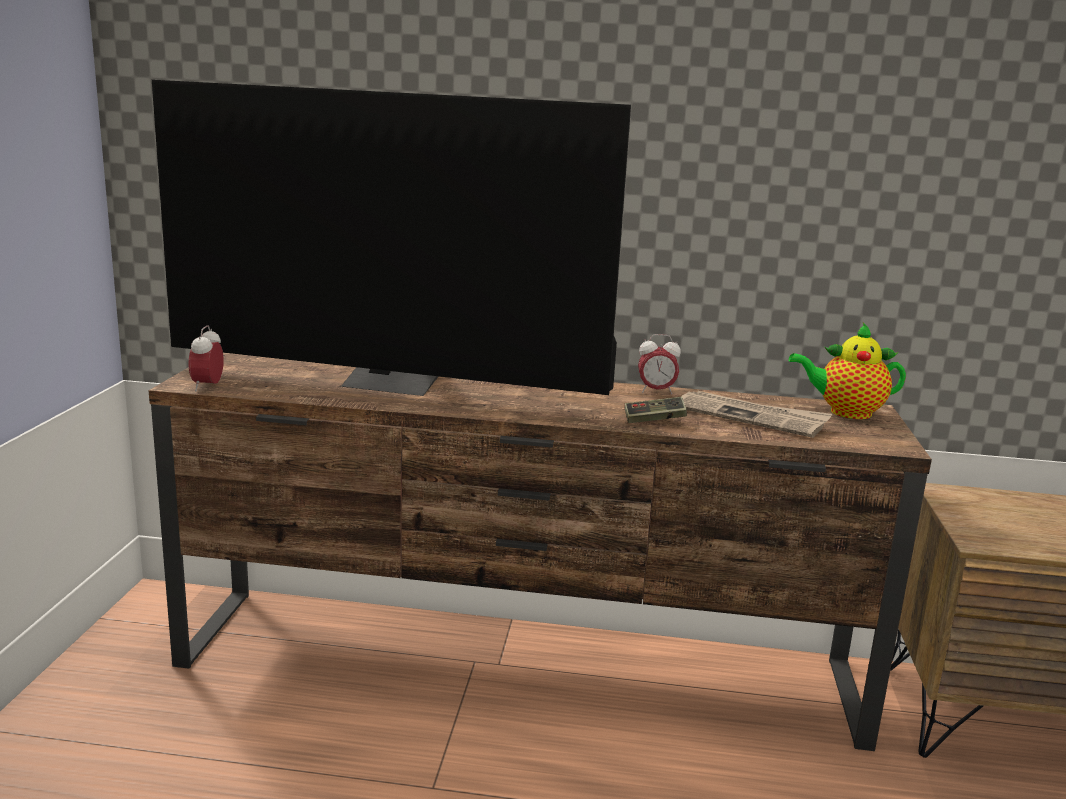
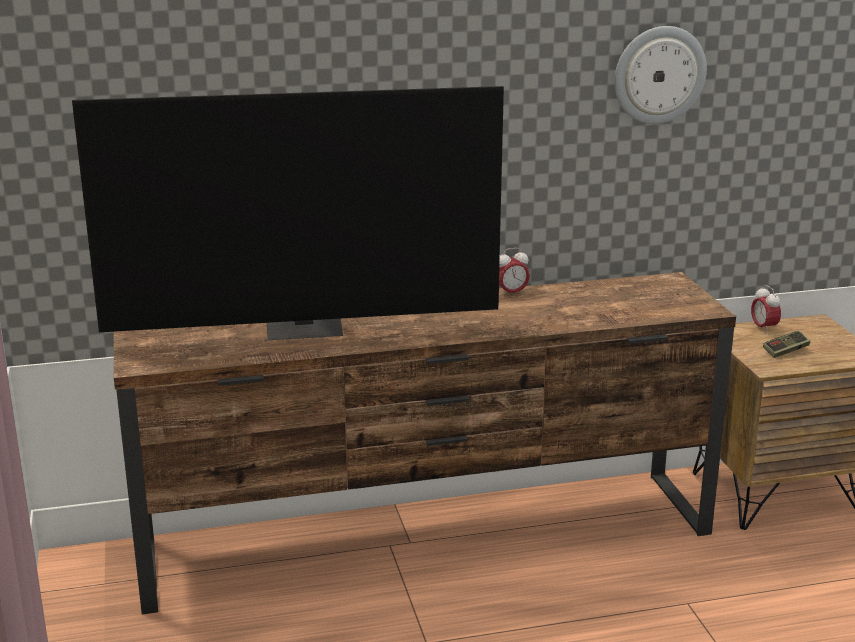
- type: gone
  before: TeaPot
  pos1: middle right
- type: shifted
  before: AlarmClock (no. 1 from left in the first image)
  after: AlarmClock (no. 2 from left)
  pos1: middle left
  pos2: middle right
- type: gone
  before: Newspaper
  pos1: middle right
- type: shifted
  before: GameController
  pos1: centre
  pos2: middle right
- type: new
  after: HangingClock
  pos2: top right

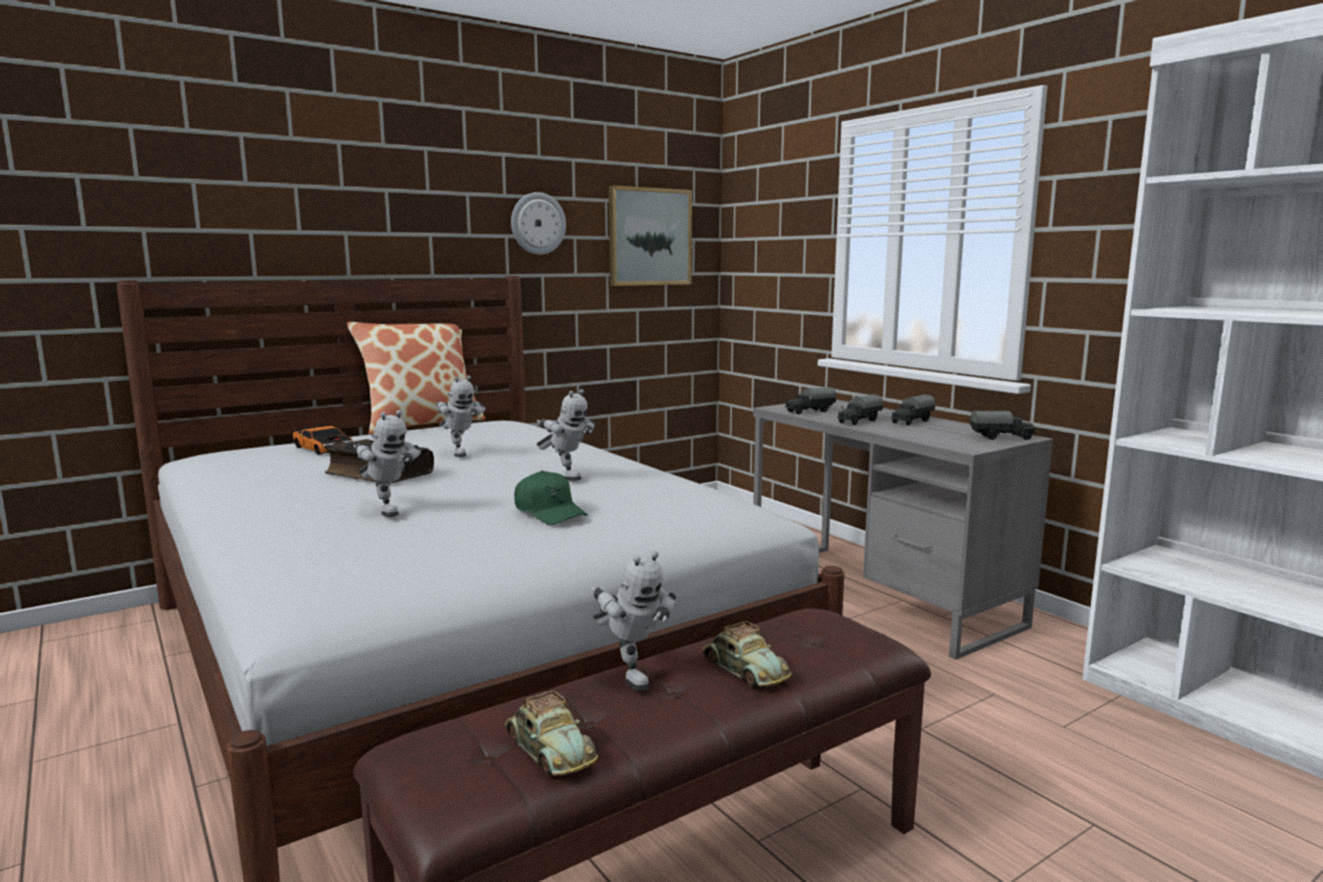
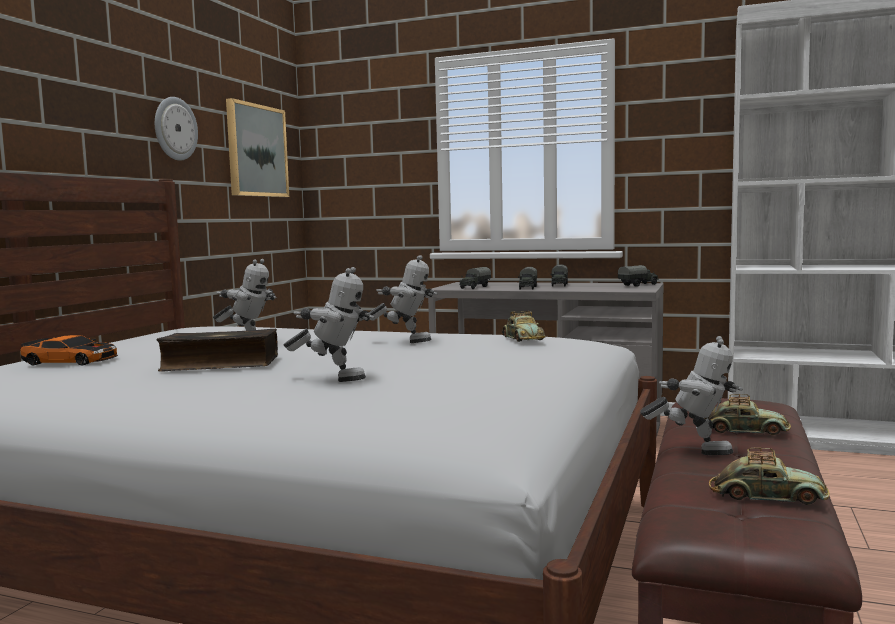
- type: gone
  before: ThrowPillow
  pos1: middle left
- type: gone
  before: GreenBaseballCap
  pos1: centre
- type: new
  after: ToyCar (no. 2 from left)
  pos2: centre

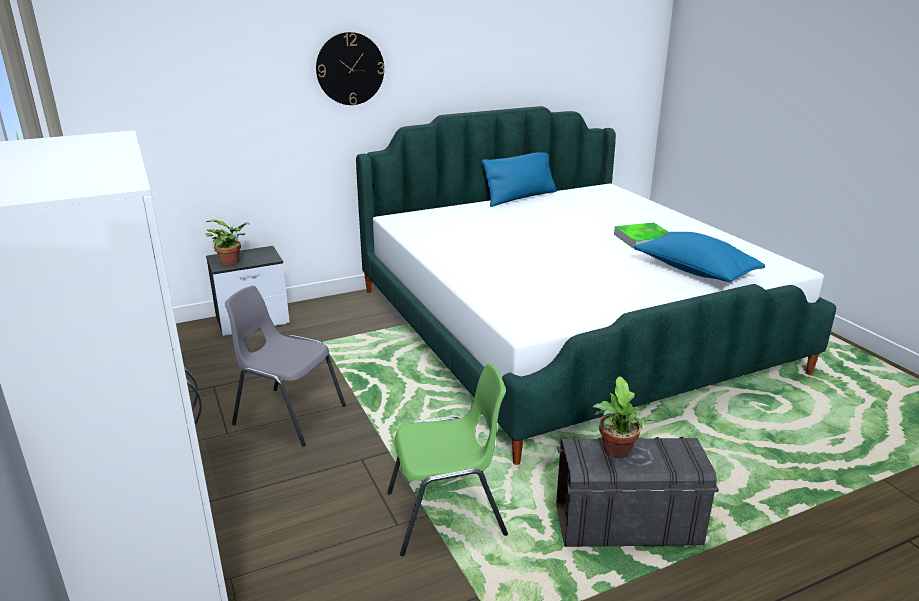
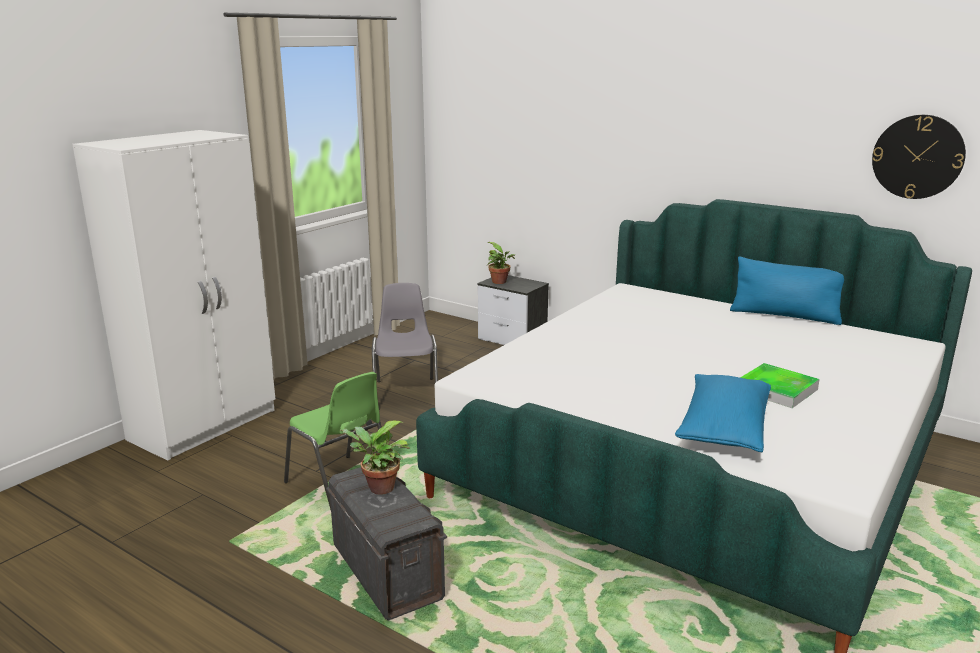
- type: shifted
  before: HangingClock
  pos1: top centre
  pos2: top right

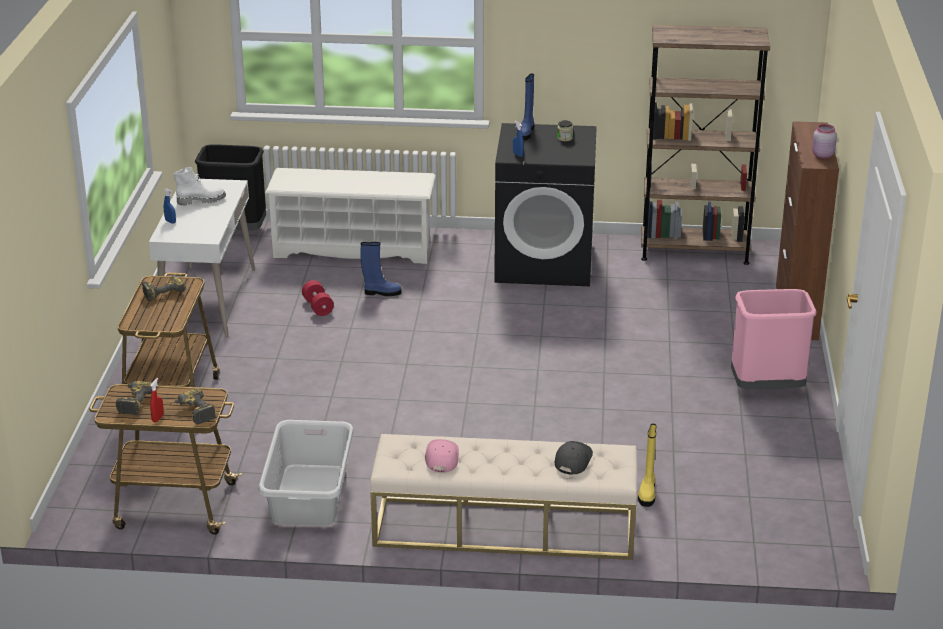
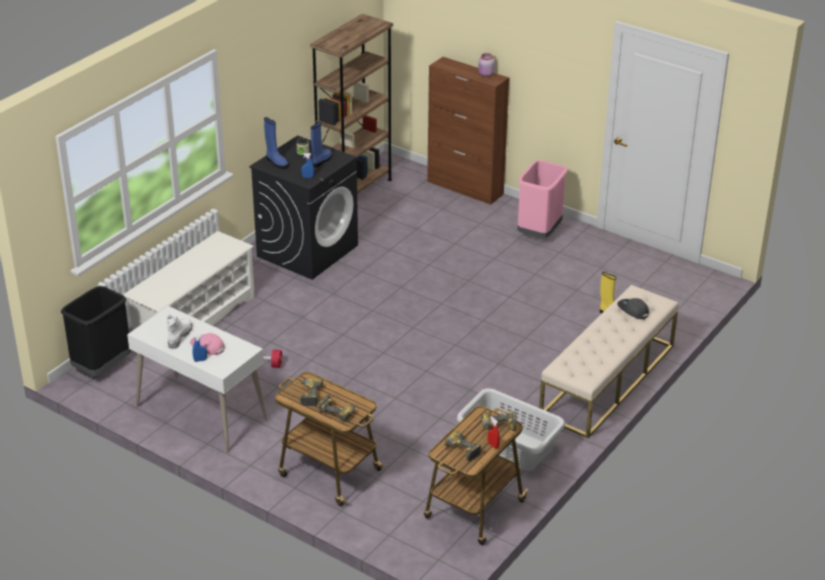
- type: shifted
  before: BlueHighTopBoot (no. 1 from left in the first image)
  after: BlueHighTopBoot (no. 2 from left)
  pos1: centre
  pos2: top centre
- type: shifted
  before: PinkBaseballCap
  pos1: bottom centre
  pos2: middle left
- type: new
  after: PowerDrill (no. 2 from left)
  pos2: bottom centre

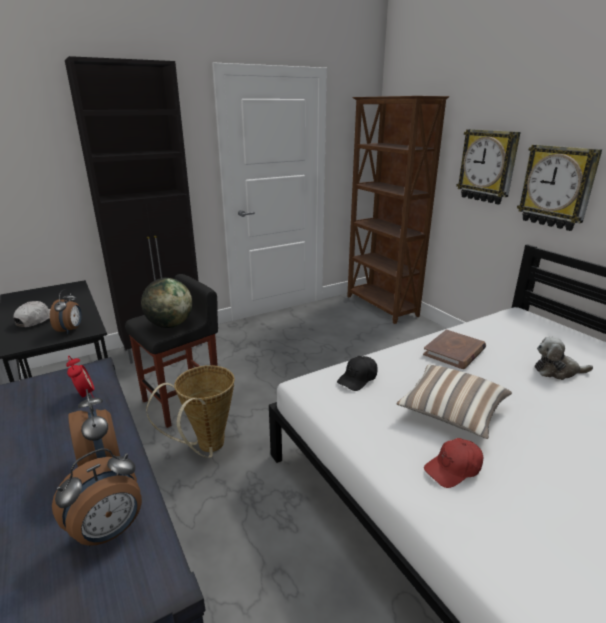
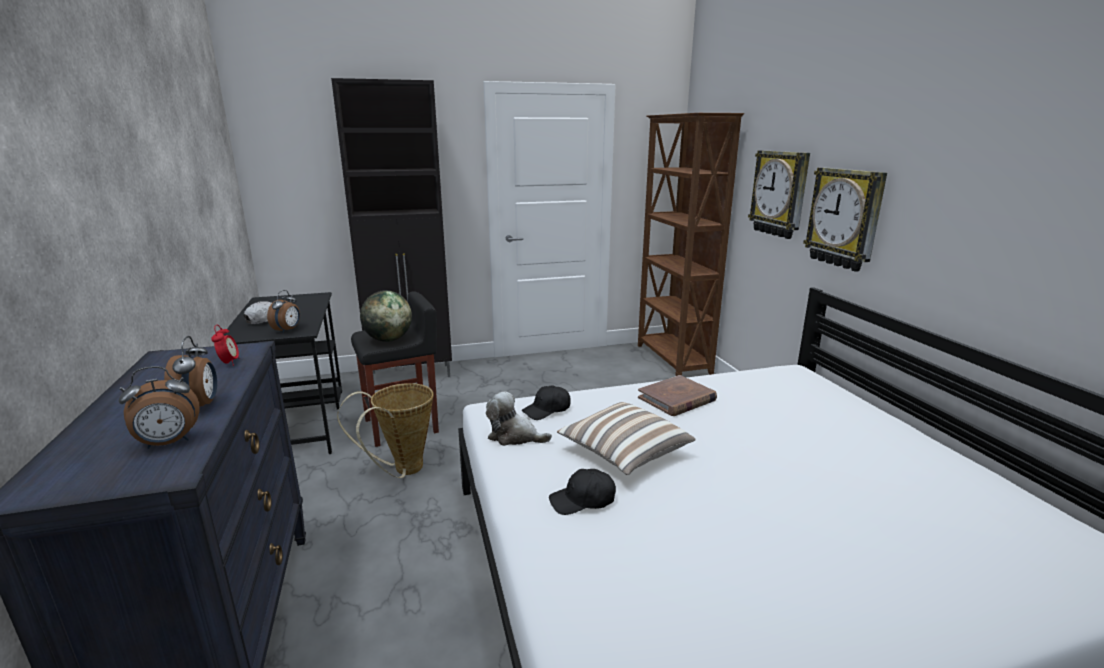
- type: shifted
  before: CuddlyToy
  pos1: middle right
  pos2: centre
- type: repainted
  before: ReddishBaseballCap
  after: BlackColouredBaseballCap (no. 2 from left)
  pos1: bottom right
  pos2: bottom centre

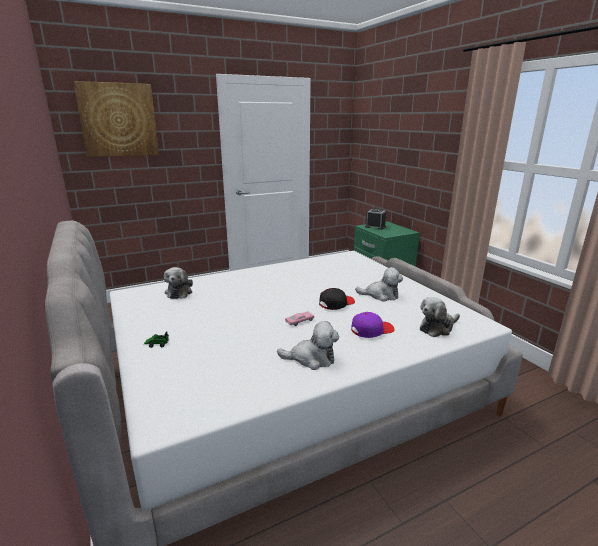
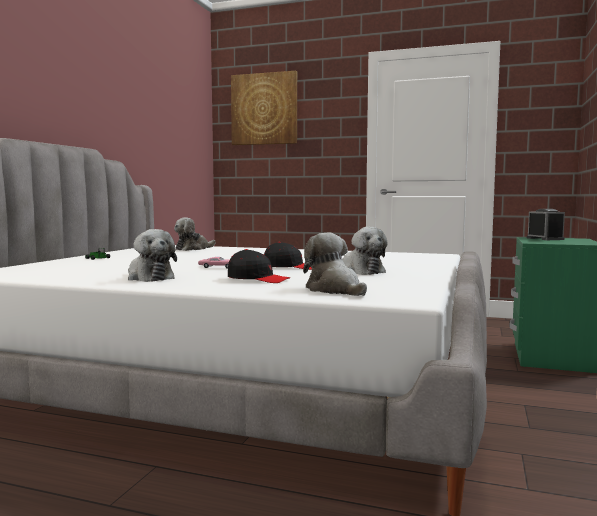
- type: rotated
  before: CuddlyToy (no. 4 from left in the first image)
  pos1: middle right
  pos2: centre
  turn: 45
- type: repainted
  before: PurplishBaseballCap
  after: BlackColouredBaseballCap (no. 1 from left)
  pos1: centre
  pos2: centre

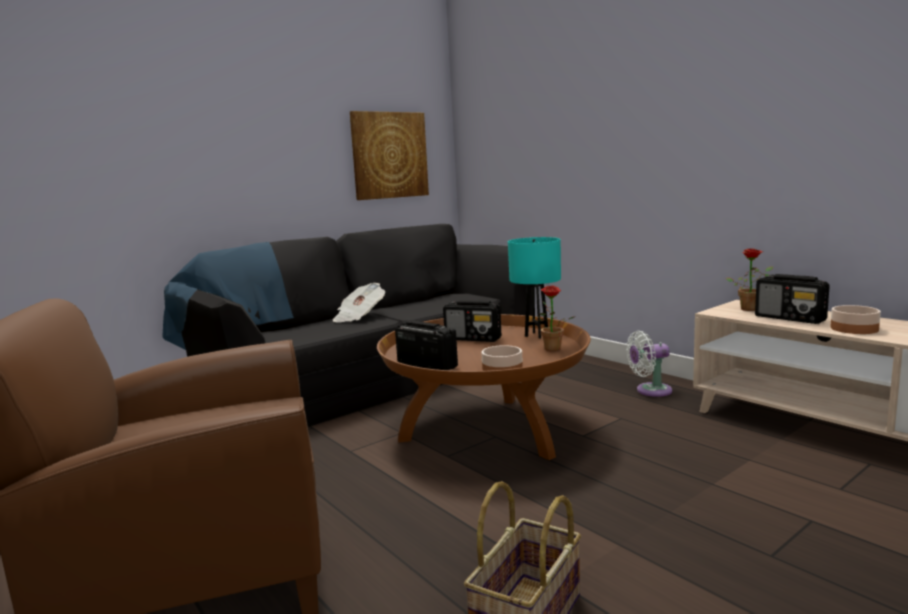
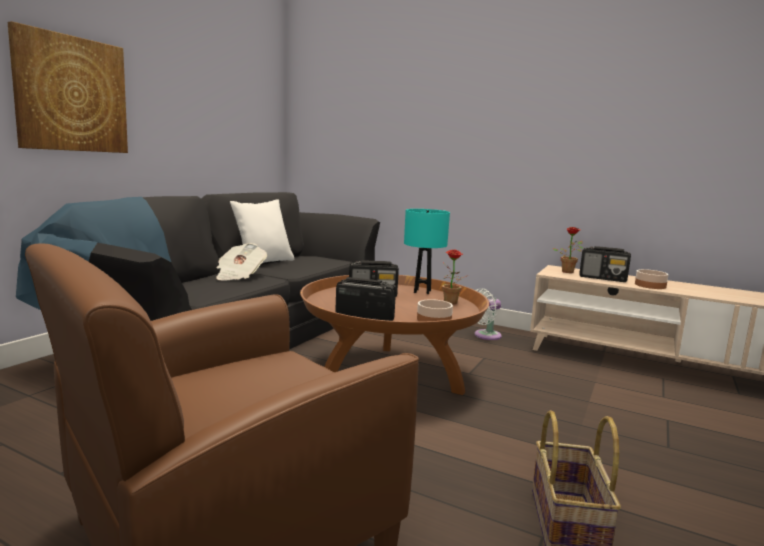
- type: shifted
  before: WallPicture
  pos1: top centre
  pos2: top left
- type: new
  after: WhitishThrowPillow
  pos2: centre

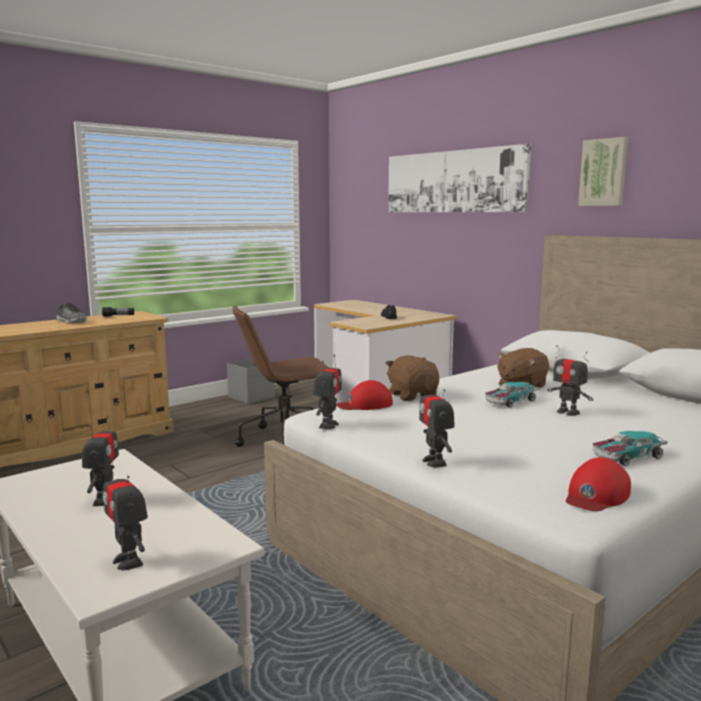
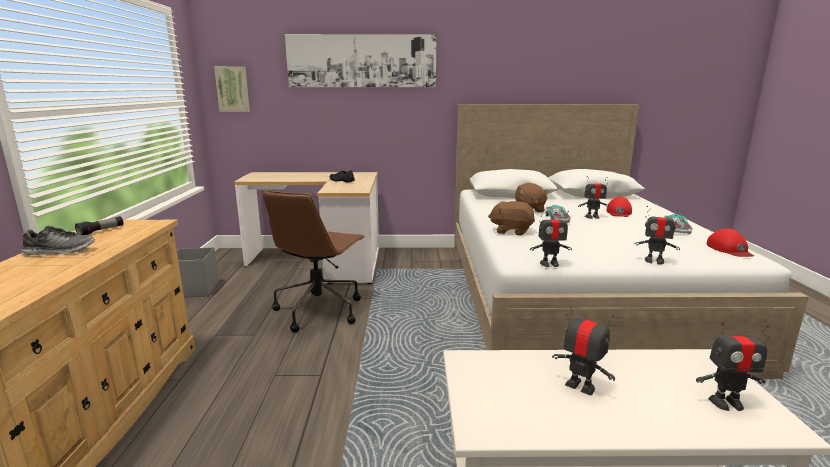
- type: shifted
  before: WallPicture (no. 2 from left in the first image)
  after: WallPicture (no. 1 from left)
  pos1: top right
  pos2: top left
- type: rotated
  before: RobotFigure (no. 3 from left in the first image)
  pos1: centre
  pos2: centre
  turn: 120
- type: shifted
  before: ReddishBaseballCap (no. 1 from left)
  pos1: centre
  pos2: middle right

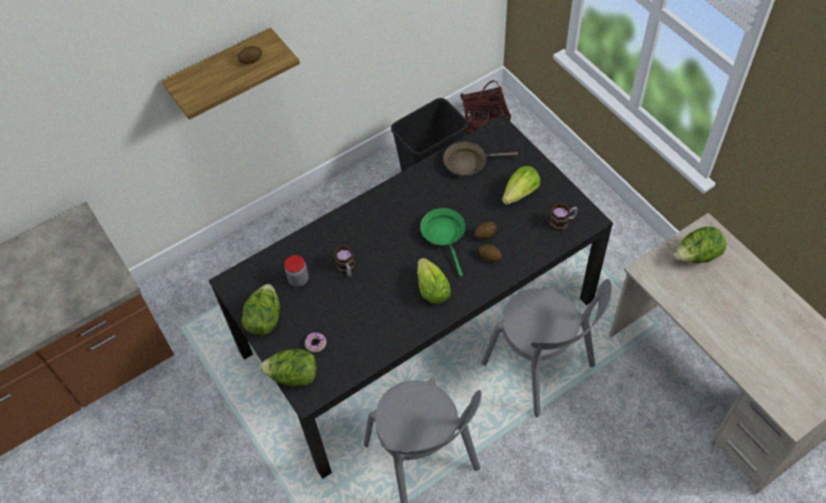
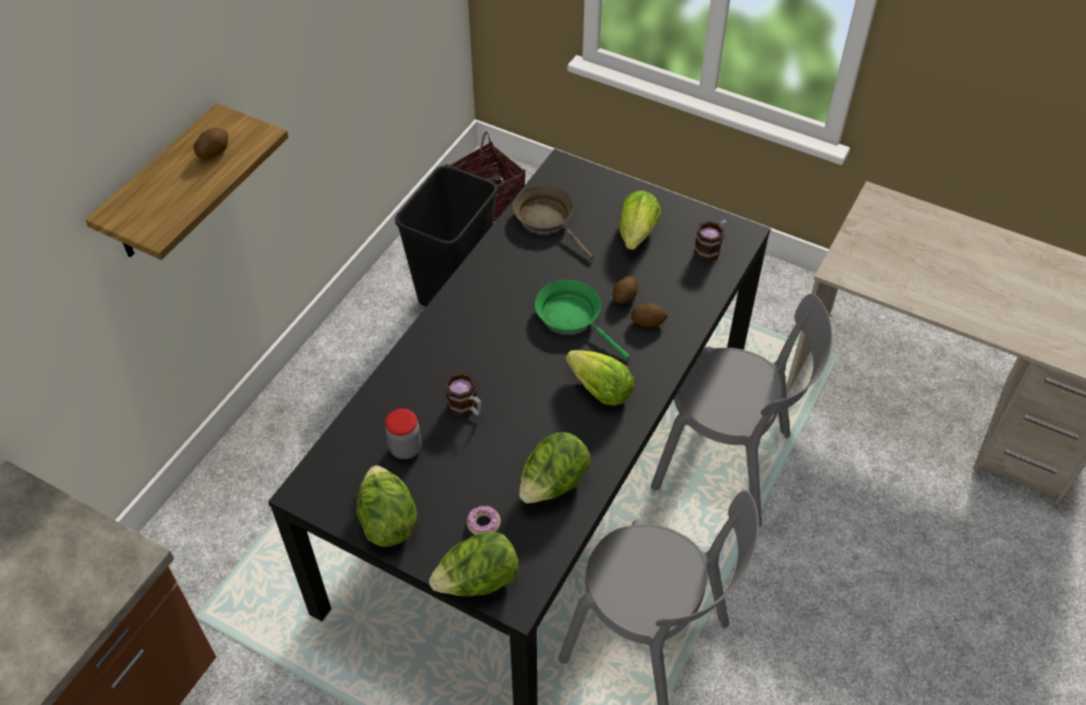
- type: rotated
  before: BrownColouredSkillet
  pos1: top centre
  pos2: top centre
  turn: 90
- type: shifted
  before: HeadOfLettuce (no. 5 from left in the first image)
  after: HeadOfLettuce (no. 3 from left)
  pos1: middle right
  pos2: centre

